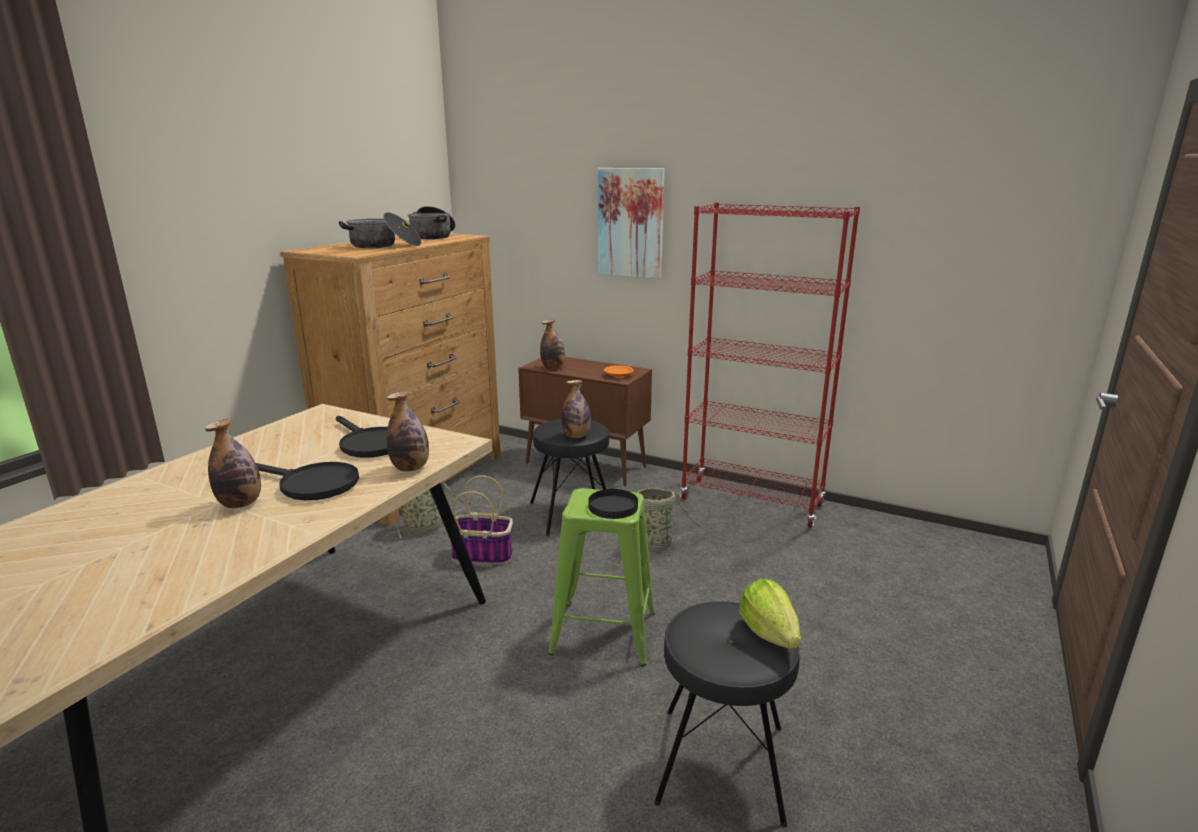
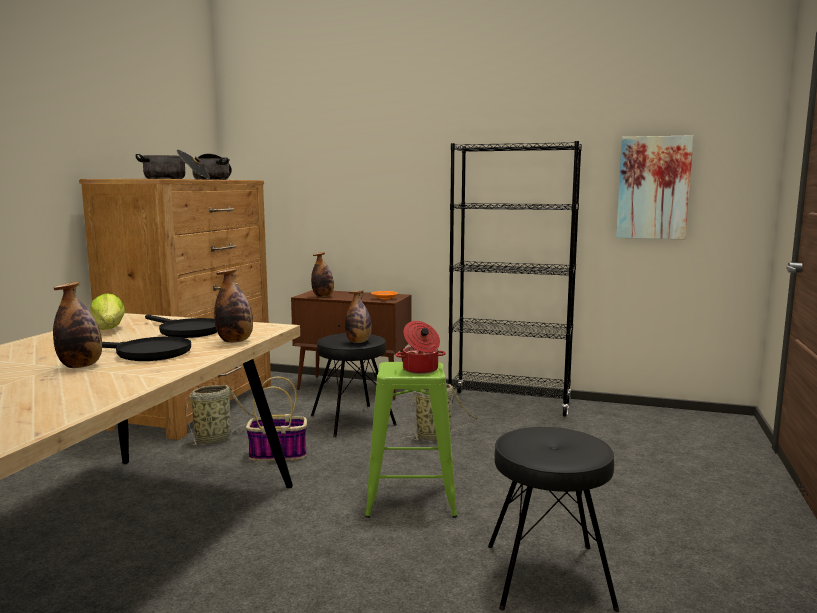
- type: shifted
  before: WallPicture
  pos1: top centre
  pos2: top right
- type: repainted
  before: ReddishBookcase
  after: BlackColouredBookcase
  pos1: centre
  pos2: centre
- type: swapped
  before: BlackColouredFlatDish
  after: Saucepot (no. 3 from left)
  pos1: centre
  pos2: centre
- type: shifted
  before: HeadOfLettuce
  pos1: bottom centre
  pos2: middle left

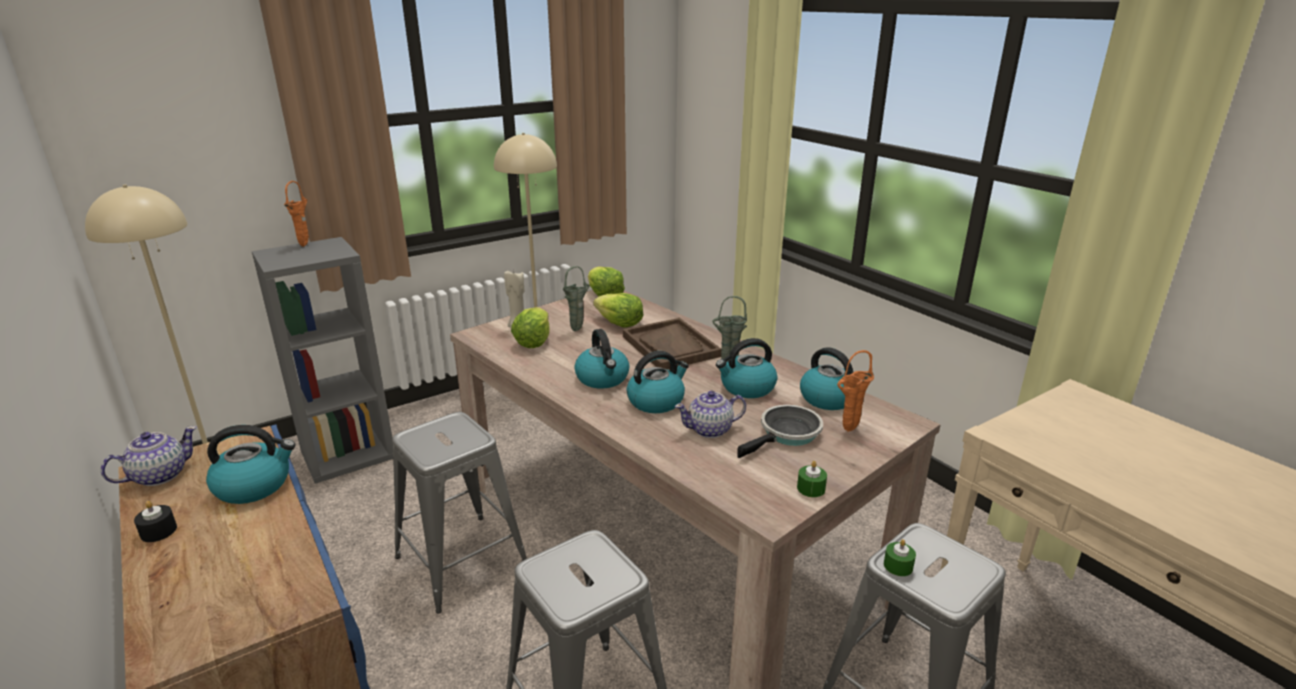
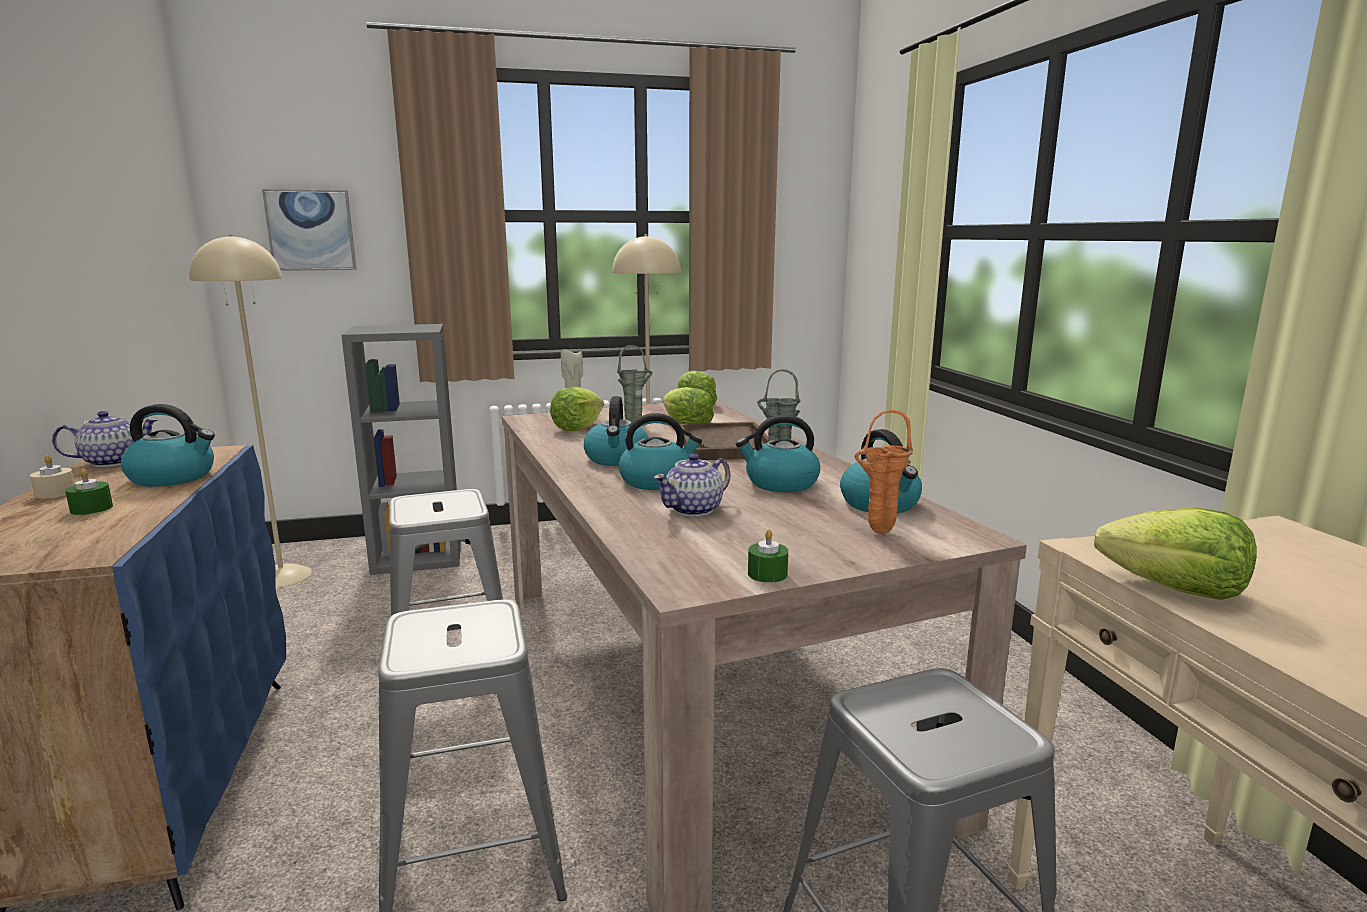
- type: gone
  before: OrangeyVase (no. 1 from left)
  pos1: top left
- type: rotated
  before: TeaPot (no. 2 from left)
  pos1: centre
  pos2: centre
  turn: -45
- type: gone
  before: Skillet
  pos1: centre
- type: repainted
  before: BlackColouredCandle
  after: SandColouredCandle (no. 1 from left)
  pos1: bottom left
  pos2: middle left
- type: shifted
  before: GreenCandle (no. 2 from left in the first image)
  after: GreenCandle (no. 1 from left)
  pos1: bottom right
  pos2: middle left
- type: new
  after: WallPicture
  pos2: top left
- type: new
  after: HeadOfLettuce (no. 4 from left)
  pos2: middle right

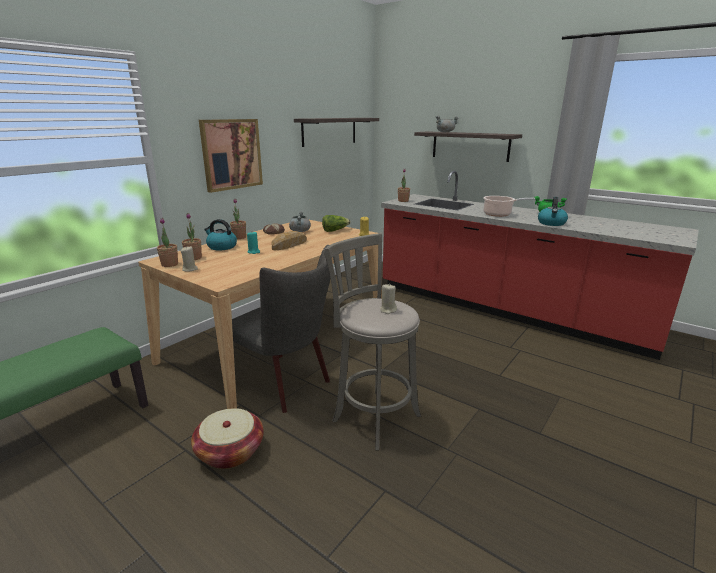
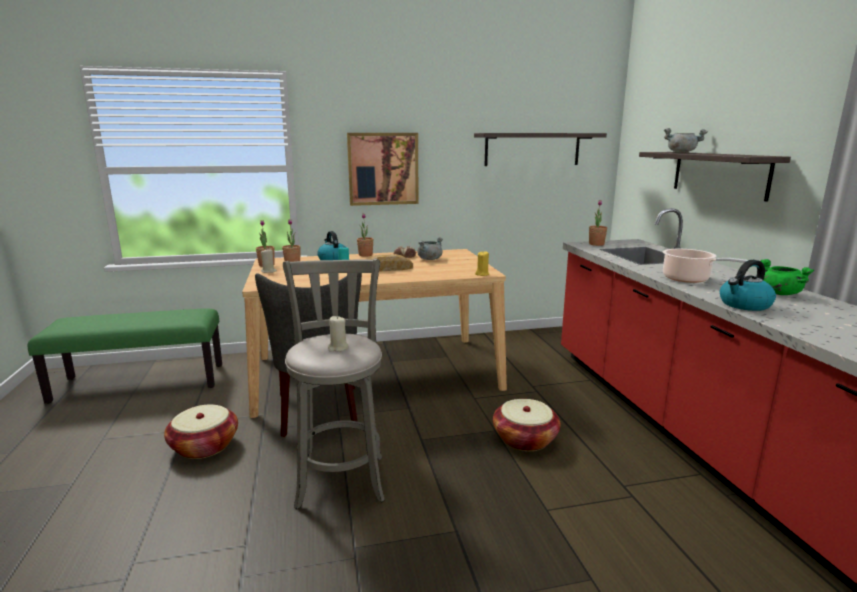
- type: gone
  before: HeadOfLettuce
  pos1: centre
- type: new
  after: HouseholdBasket (no. 2 from left)
  pos2: bottom centre

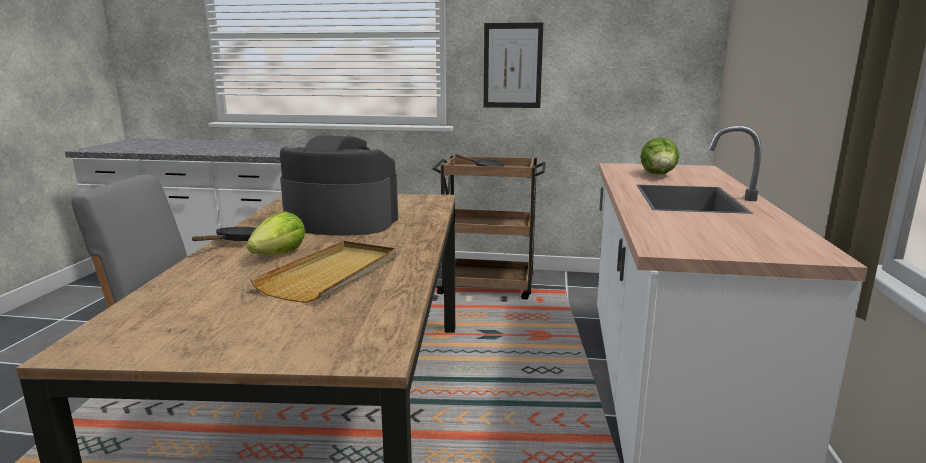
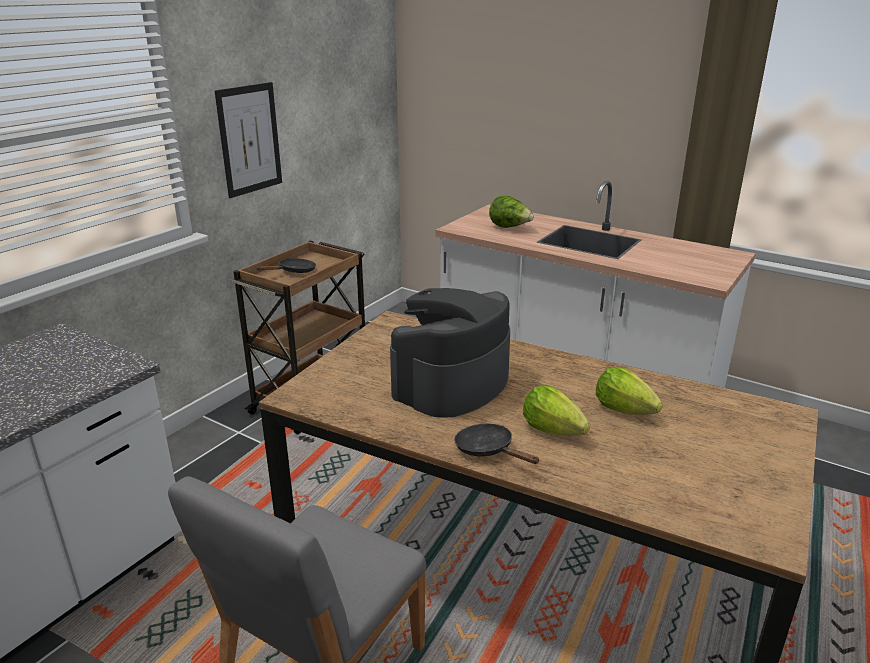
- type: swapped
  before: SandColouredTray
  after: HeadOfLettuce (no. 3 from left)
  pos1: centre
  pos2: middle right

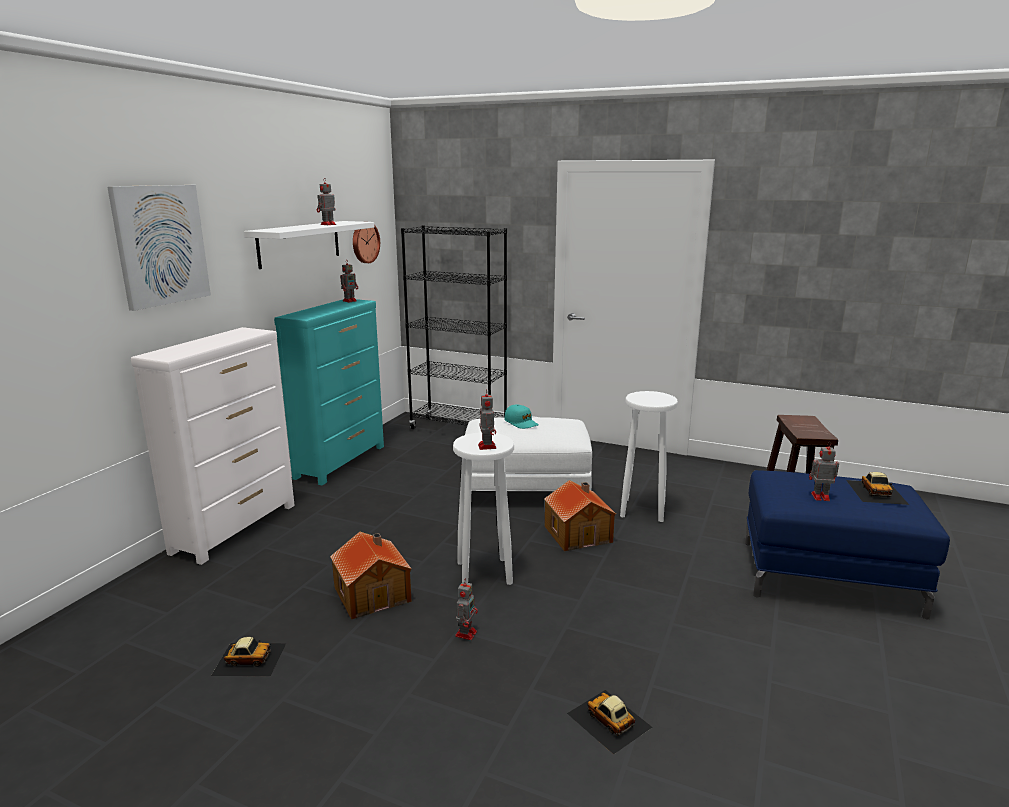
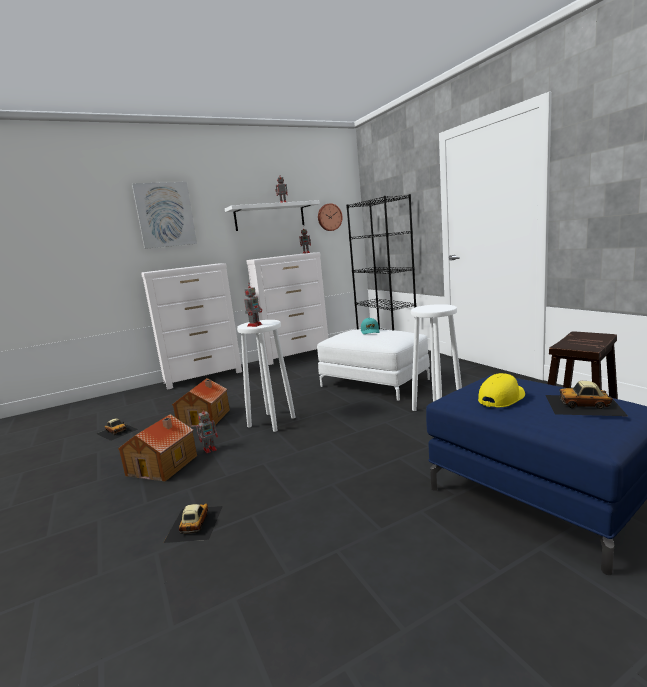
- type: repainted
  before: TurquoiseDrawerChest
  after: WhitishDrawerChest (no. 2 from left)
  pos1: middle left
  pos2: centre
- type: swapped
  before: RobotFigure (no. 5 from left)
  after: YellowBaseballCap
  pos1: middle right
  pos2: middle right
- type: rotated
  before: ToyCar (no. 3 from left)
  pos1: middle right
  pos2: middle right
  turn: 60
- type: shifted
  before: MiniatureHouse (no. 2 from left in the first image)
  after: MiniatureHouse (no. 1 from left)
  pos1: centre
  pos2: middle left

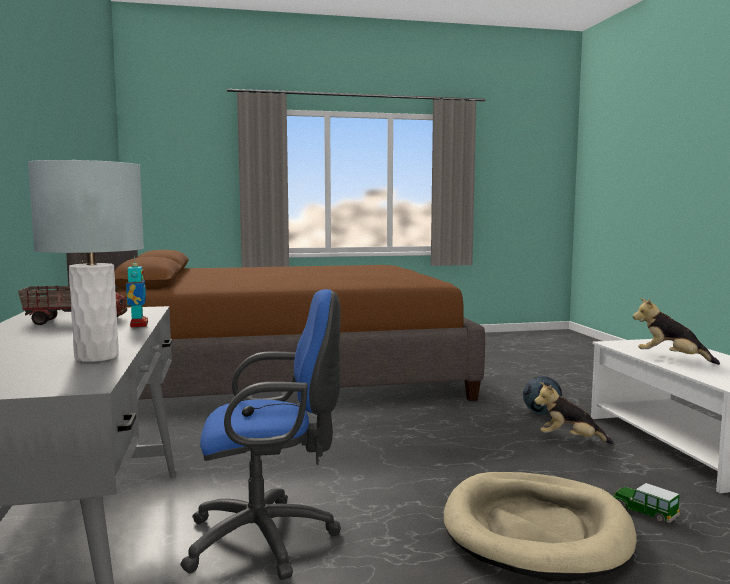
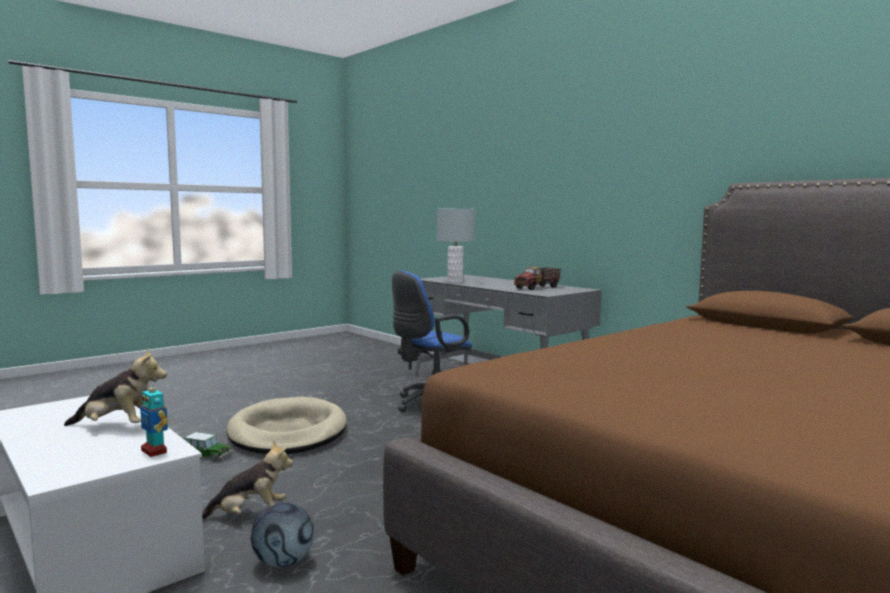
- type: shifted
  before: RobotFigure
  pos1: middle left
  pos2: bottom left

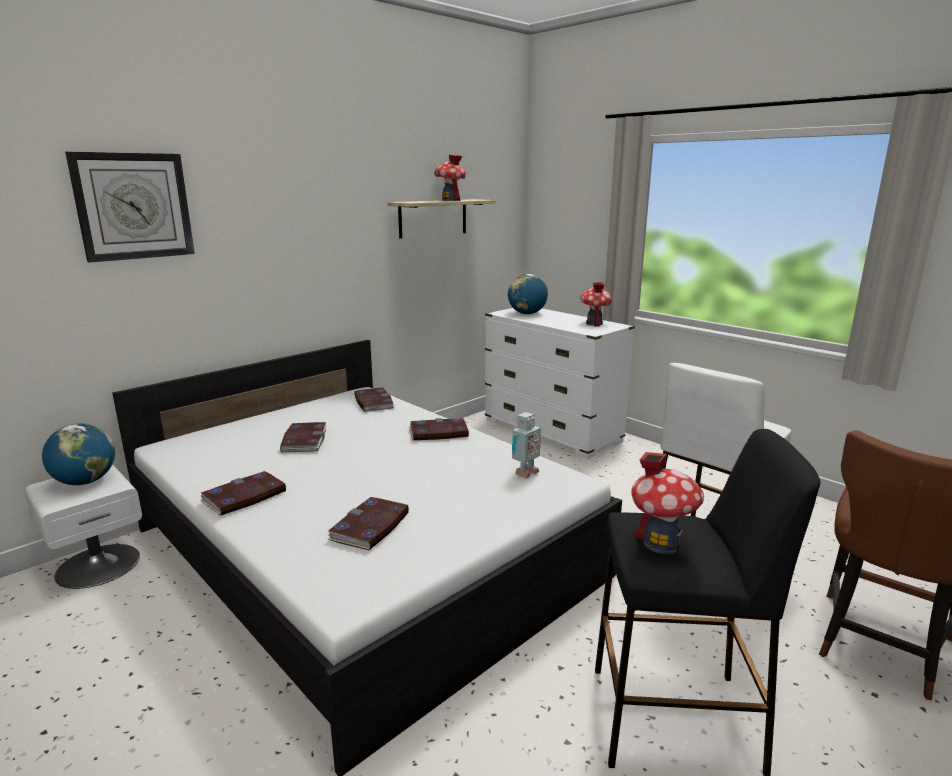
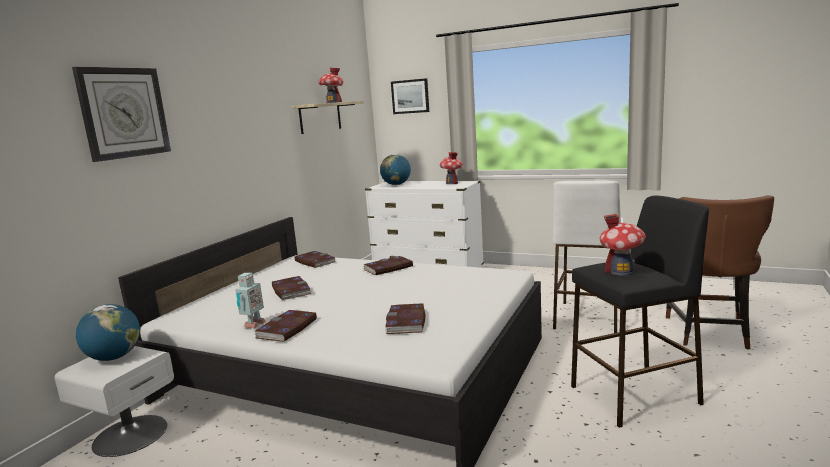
- type: shifted
  before: RobotFigure
  pos1: centre
  pos2: middle left
- type: new
  after: WallPicture
  pos2: top centre

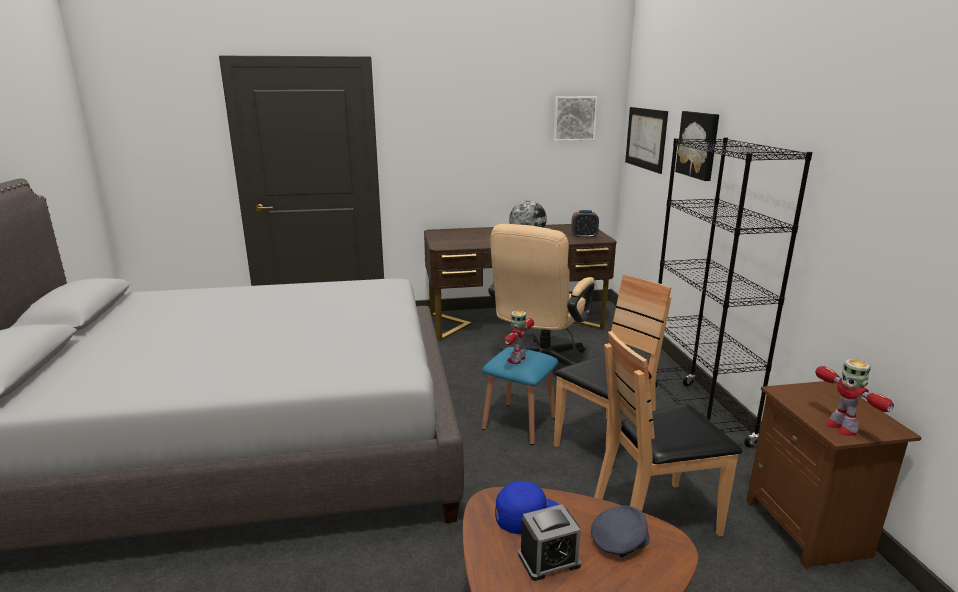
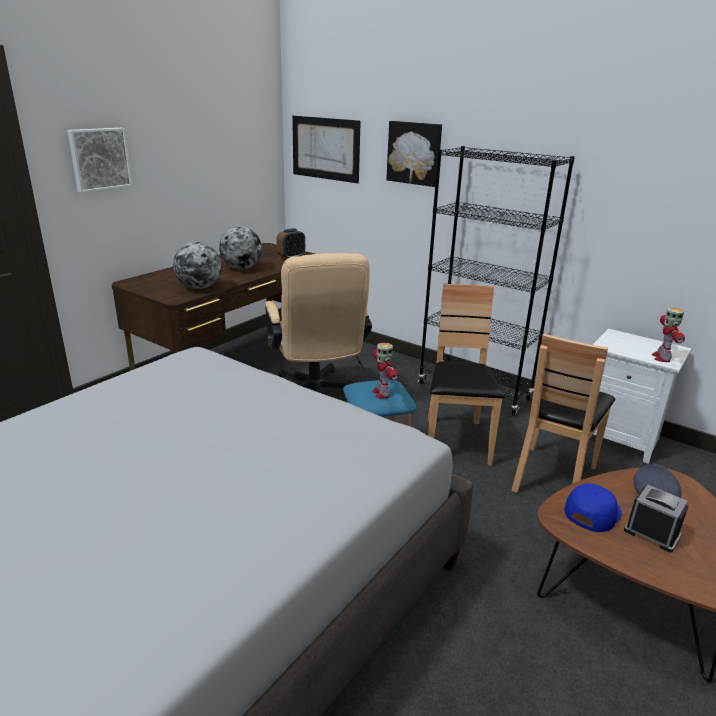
- type: shifted
  before: WallPicture (no. 1 from left)
  pos1: top centre
  pos2: top left
- type: rotated
  before: RobotFigure (no. 2 from left)
  pos1: bottom right
  pos2: middle right
  turn: 75
- type: repainted
  before: BrownColouredBedsideTable
  after: WhitishBedsideTable
  pos1: bottom right
  pos2: middle right
- type: rotated
  before: AlarmClock (no. 1 from left in the first image)
  pos1: bottom centre
  pos2: bottom right
  turn: -75
- type: new
  after: Globe (no. 1 from left)
  pos2: middle left

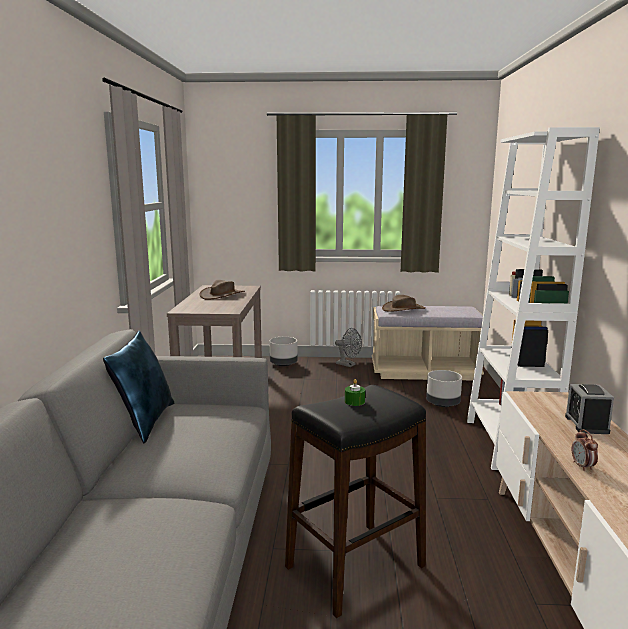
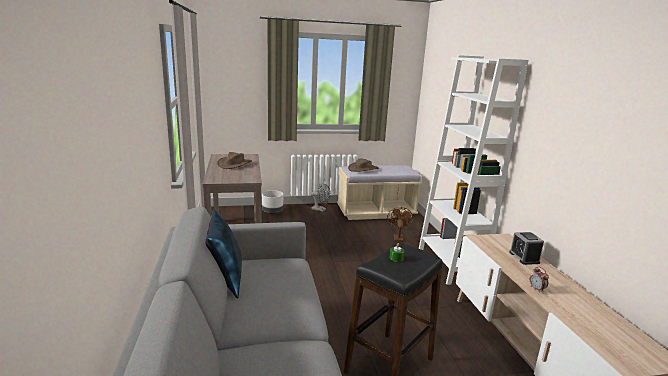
- type: swapped
  before: GreyFlowerPot (no. 2 from left)
  after: BrownColouredFan
  pos1: middle right
  pos2: centre

